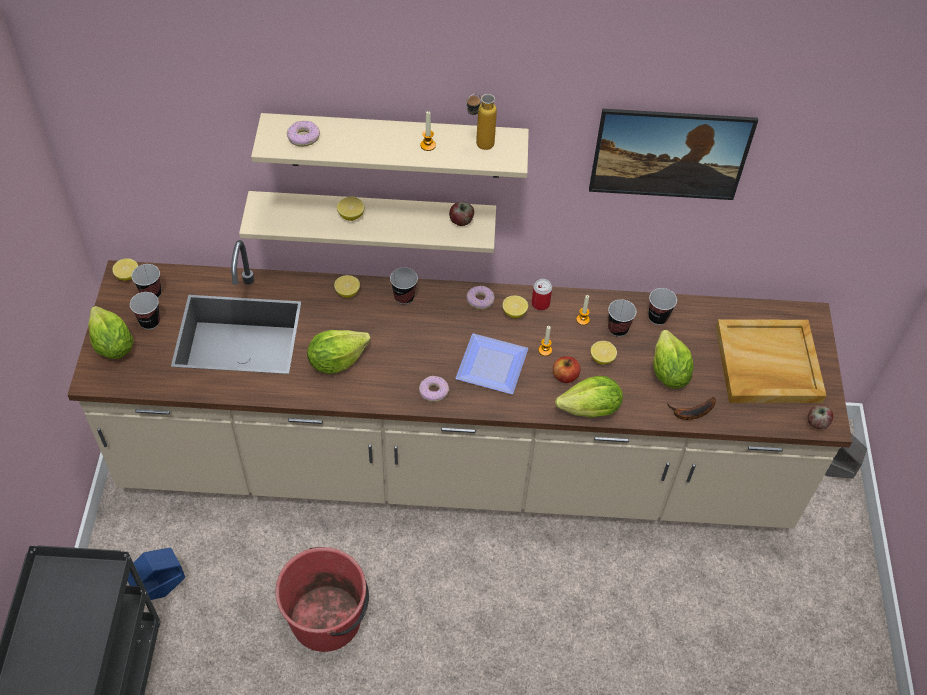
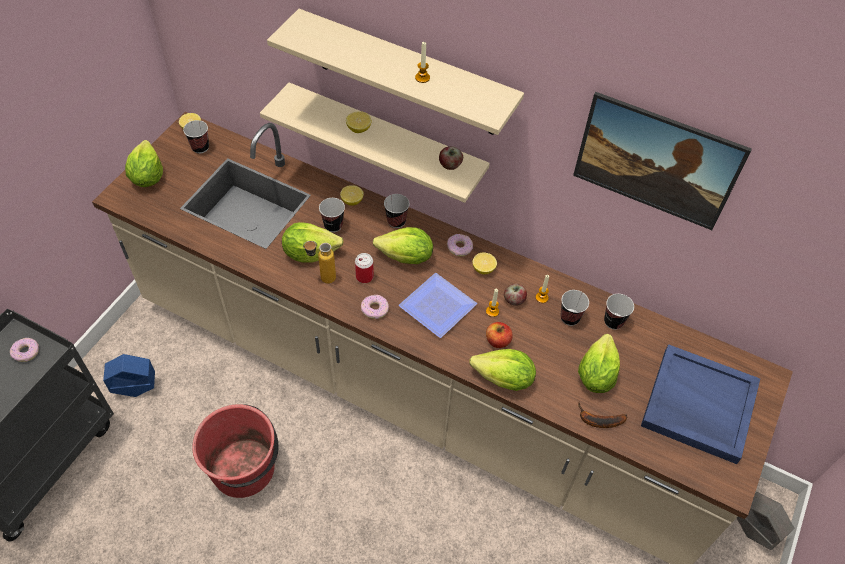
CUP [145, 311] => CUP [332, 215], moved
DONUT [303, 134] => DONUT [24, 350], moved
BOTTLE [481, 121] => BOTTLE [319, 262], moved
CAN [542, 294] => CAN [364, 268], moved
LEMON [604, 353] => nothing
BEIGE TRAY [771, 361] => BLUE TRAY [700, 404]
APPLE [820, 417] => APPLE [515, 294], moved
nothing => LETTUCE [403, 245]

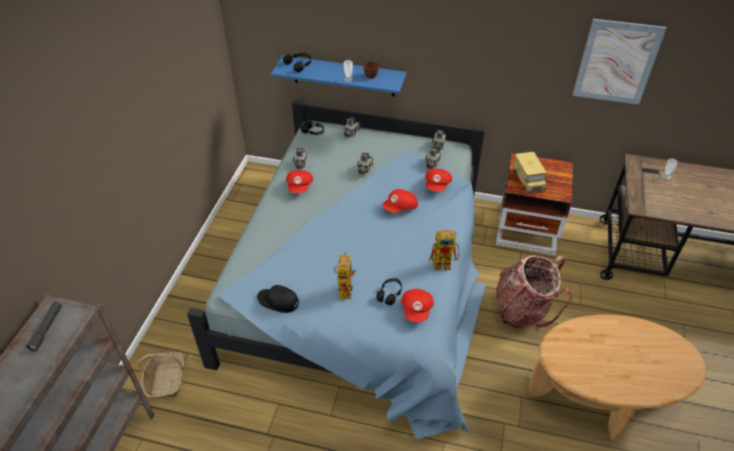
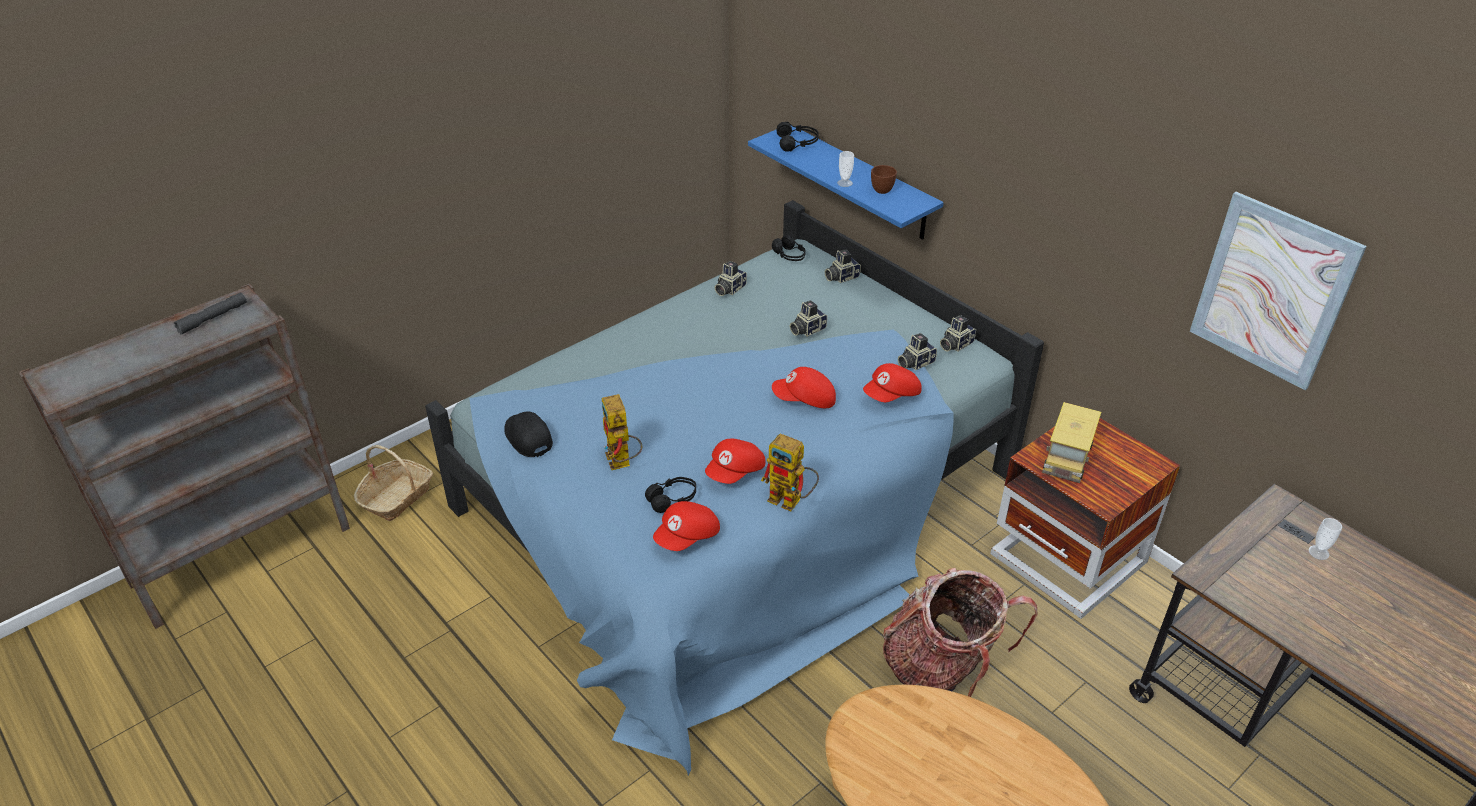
RED CAP [299, 181] => RED CAP [735, 461], moved
TOY ROBOT [345, 275] => TOY ROBOT [622, 432], 120 degrees clockwise

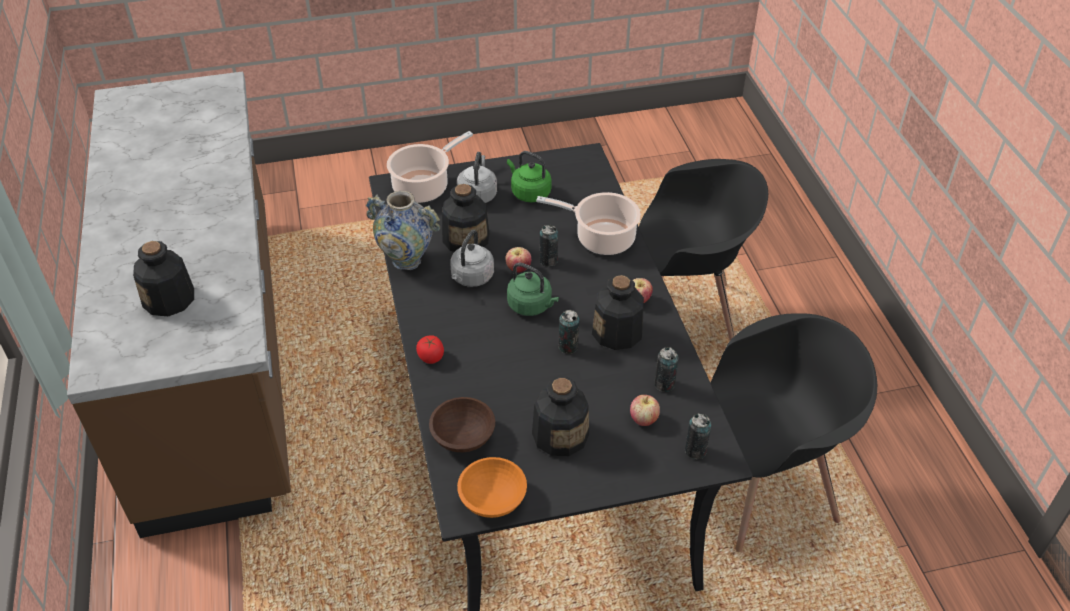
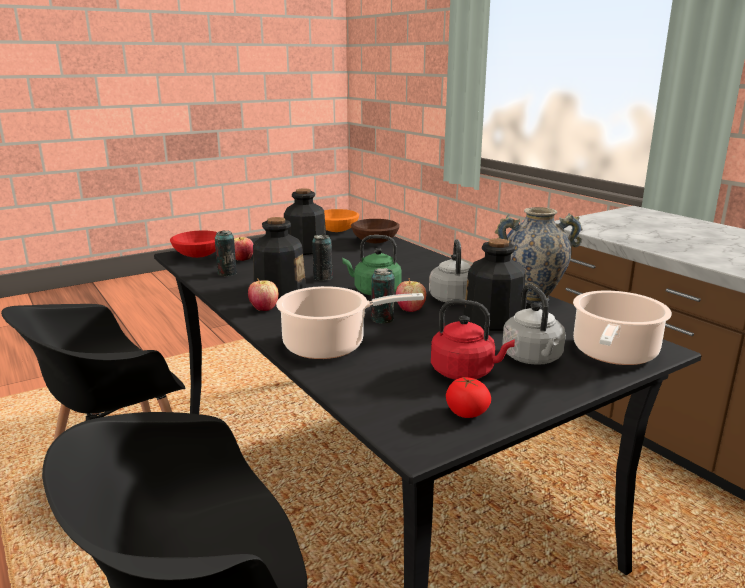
BOTTLE [163, 278] => nothing
TOMATO [430, 349] => TOMATO [468, 397], moved
GREEN KETTLE [529, 176] => RED KETTLE [473, 339]
CAN [698, 436] => RED BOWL [193, 244]

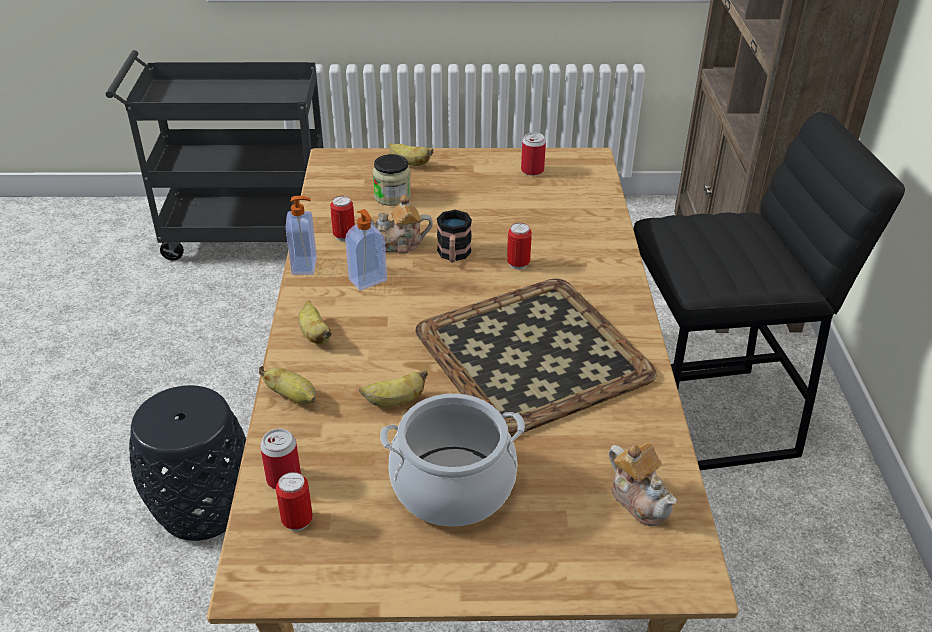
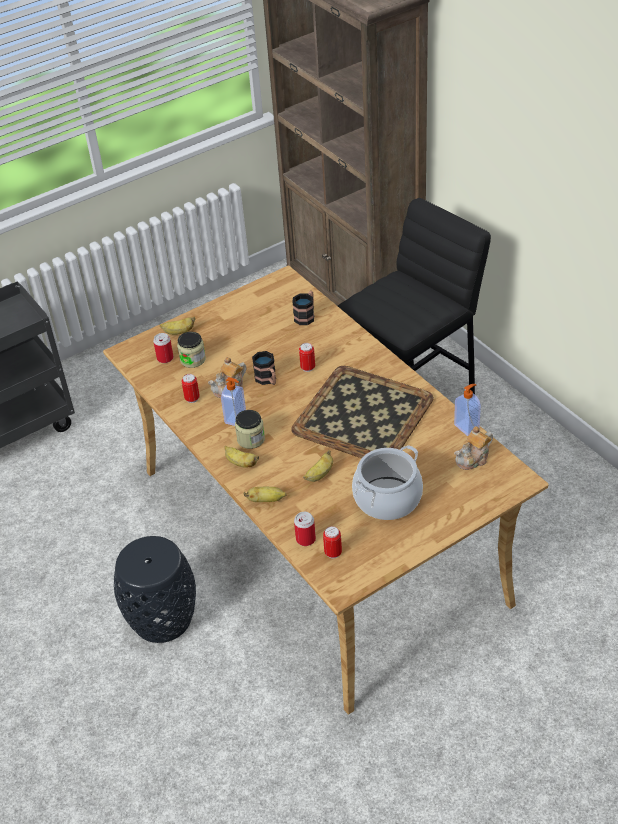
SOAP DISPENSER [301, 235] => SOAP DISPENSER [467, 410], moved
CAN [533, 154] => CAN [163, 348], moved
TEAPOT [643, 484] => TEAPOT [473, 448], 120 degrees clockwise
nothing => JAR [250, 429]
nothing => MUG [303, 308]

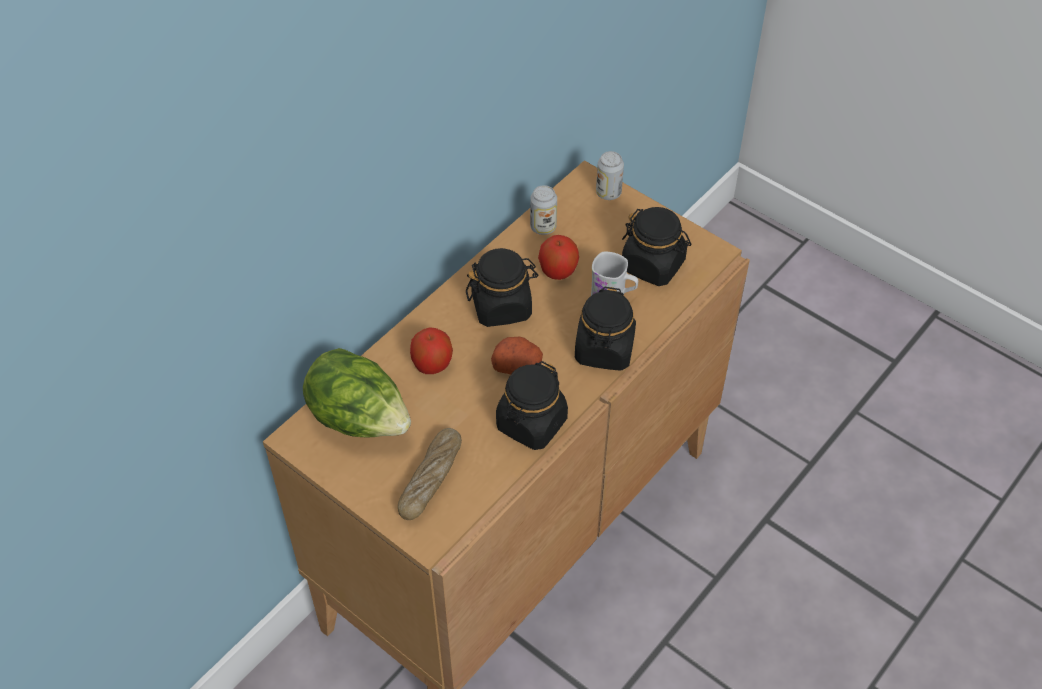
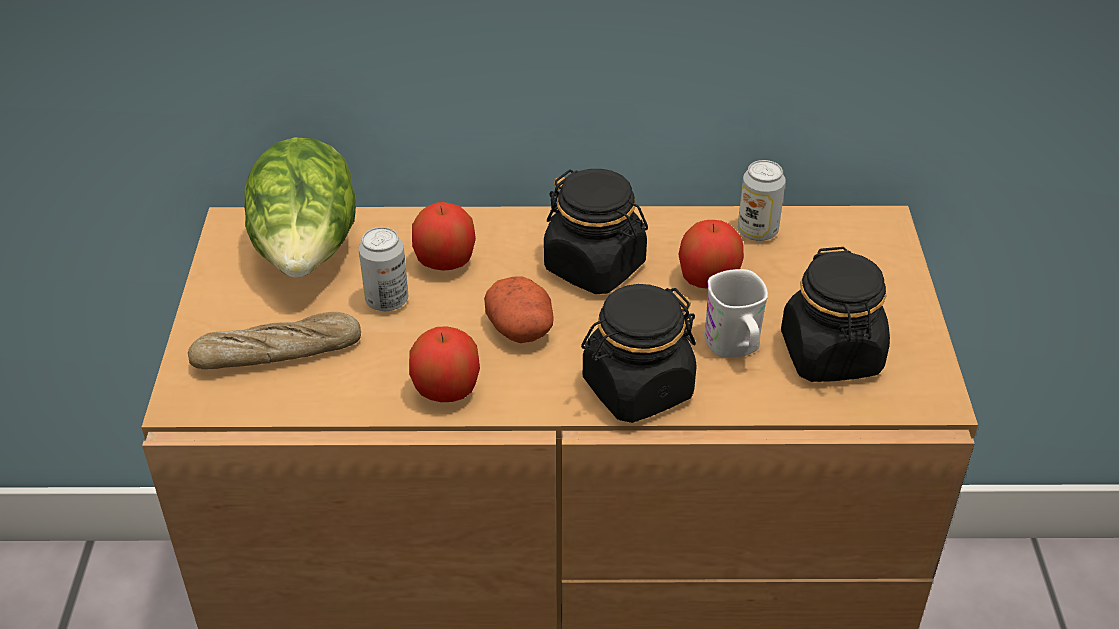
BLACK JAR [532, 405] => APPLE [444, 364]
CAN [610, 175] => CAN [383, 269], moved

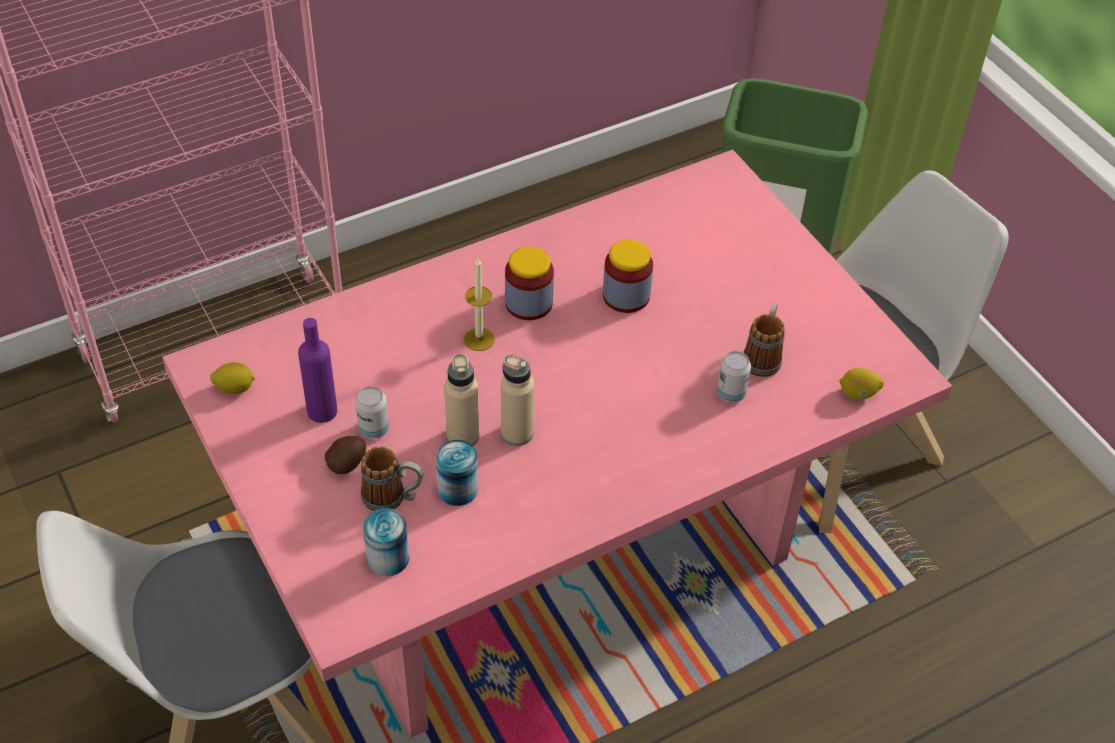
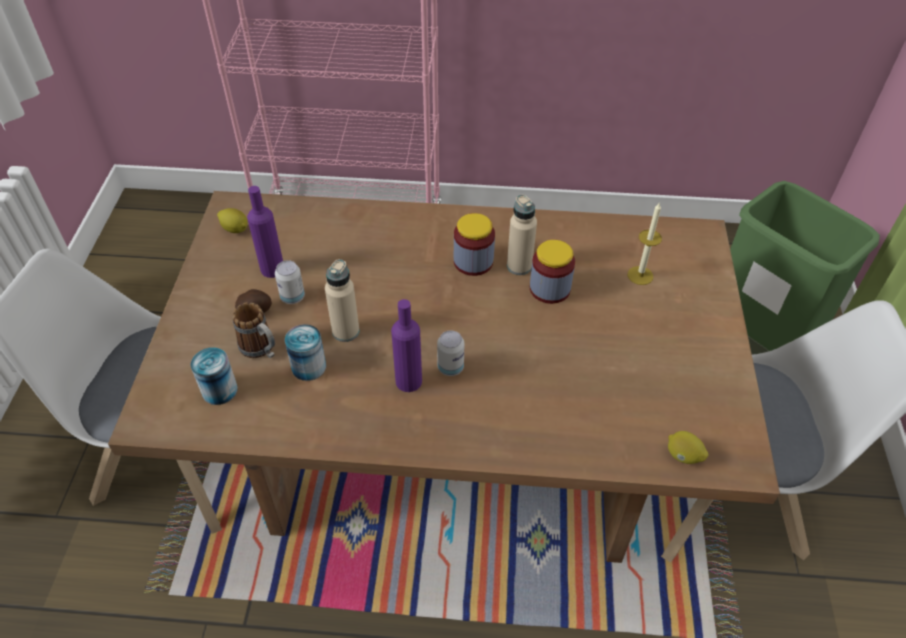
PINK DINING TABLE [557, 444] => BROWN DINING TABLE [444, 377]
CANDLE [479, 304] => CANDLE [645, 243], moved
BEIGE BOTTLE [517, 400] => BEIGE BOTTLE [522, 235], moved
CAN [734, 376] => CAN [450, 353], moved
MUG [764, 340] => nothing
nothing => PURPLE BOTTLE [406, 345]

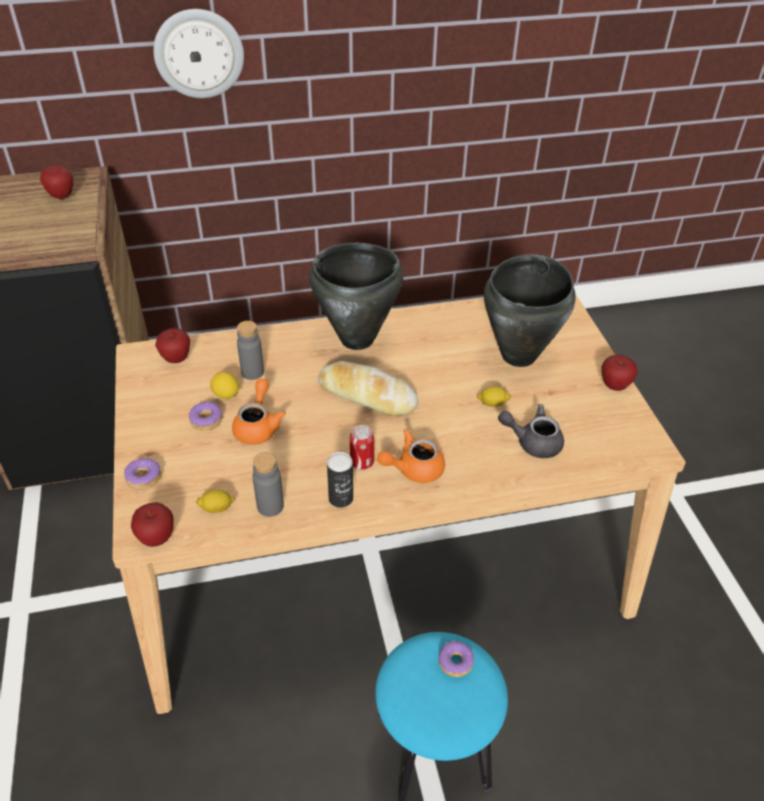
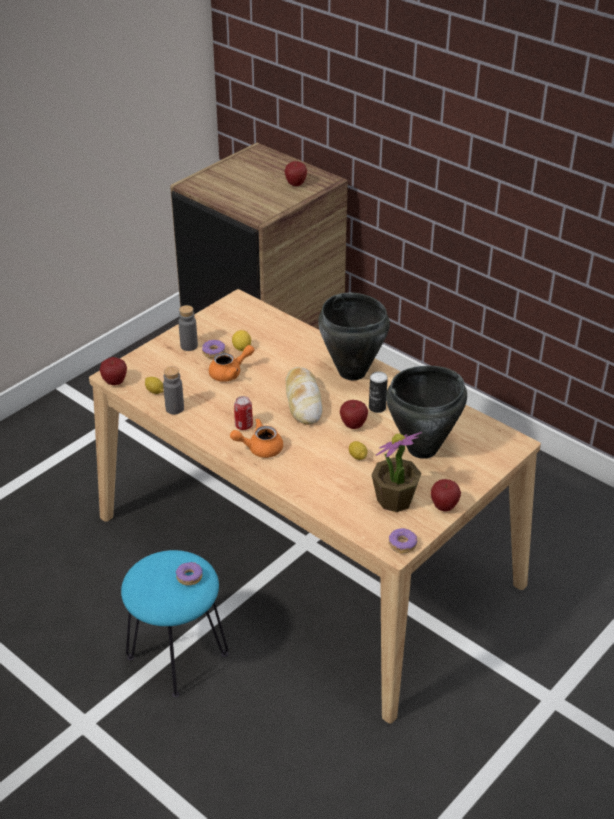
DONUT [142, 473] => DONUT [403, 540], moved
WALL CLOCK [198, 53] => nothing
APPLE [172, 345] => APPLE [354, 414], moved
GREY BOTTLE [250, 350] => GREY BOTTLE [188, 328], moved
CAN [340, 480] => CAN [378, 392], moved
ORANGE TEAPOT [411, 456] => ORANGE TEAPOT [256, 438], 45 degrees counterclockwise
GREY TEAPOT [531, 431] => nothing
nothing => POTTED PLANT [397, 472]

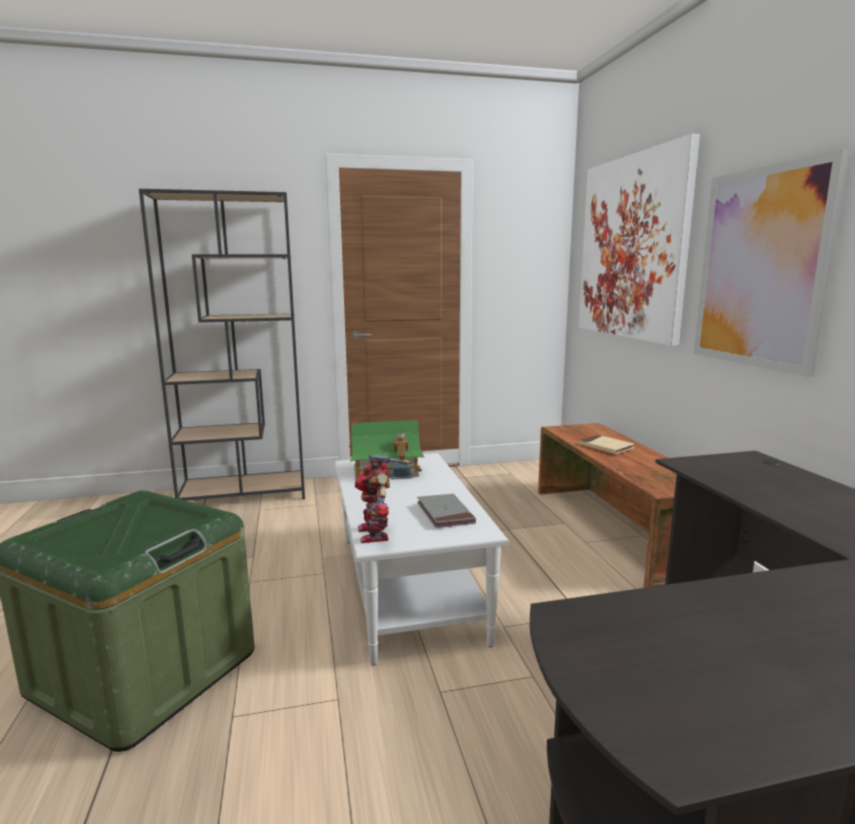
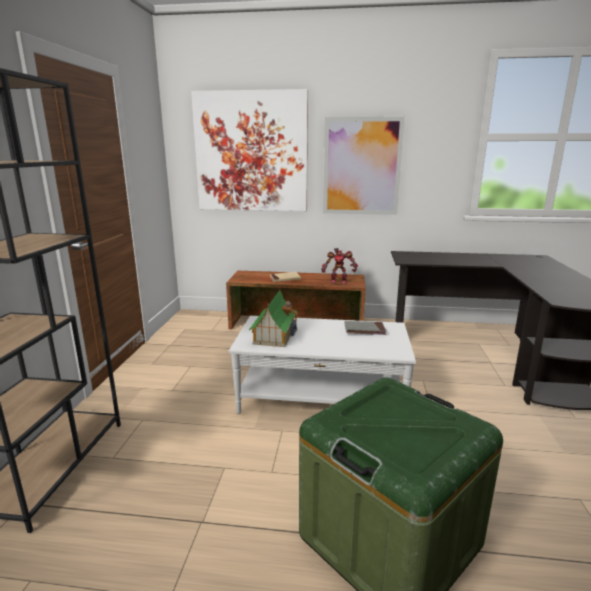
TOY ROBOT [382, 499] => TOY ROBOT [339, 266], moved

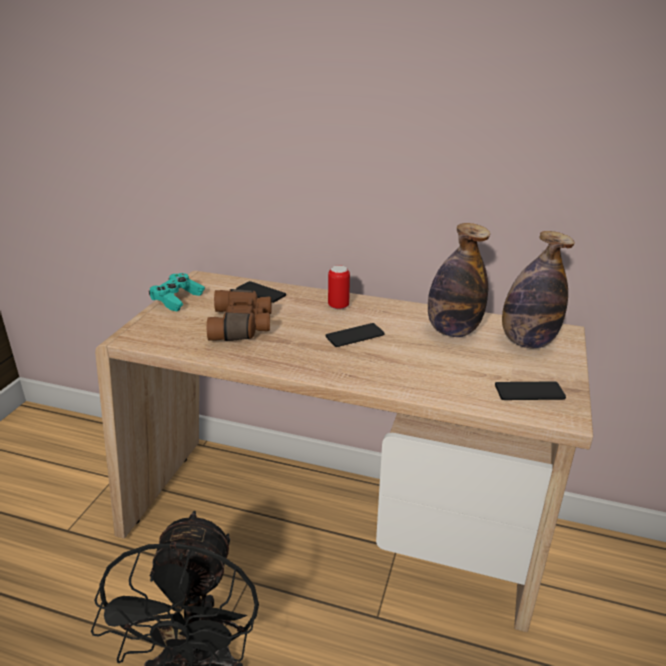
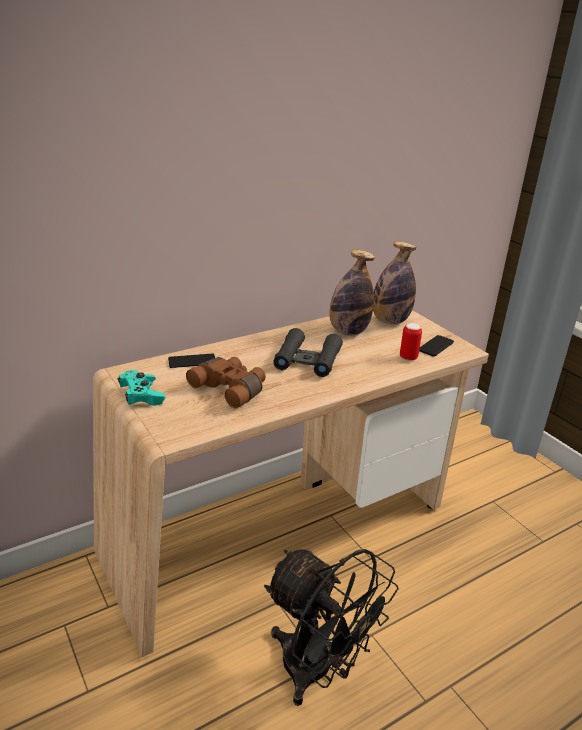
PHONE [355, 335] => BLACK BINOCULARS [308, 352]
CAN [339, 287] => CAN [411, 342], moved

